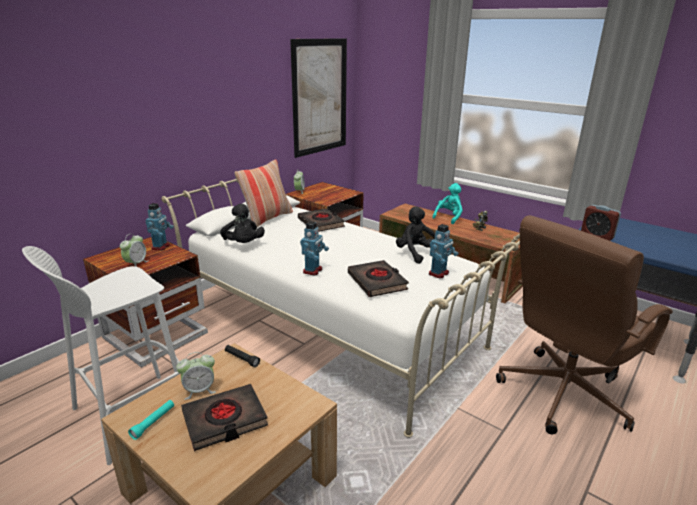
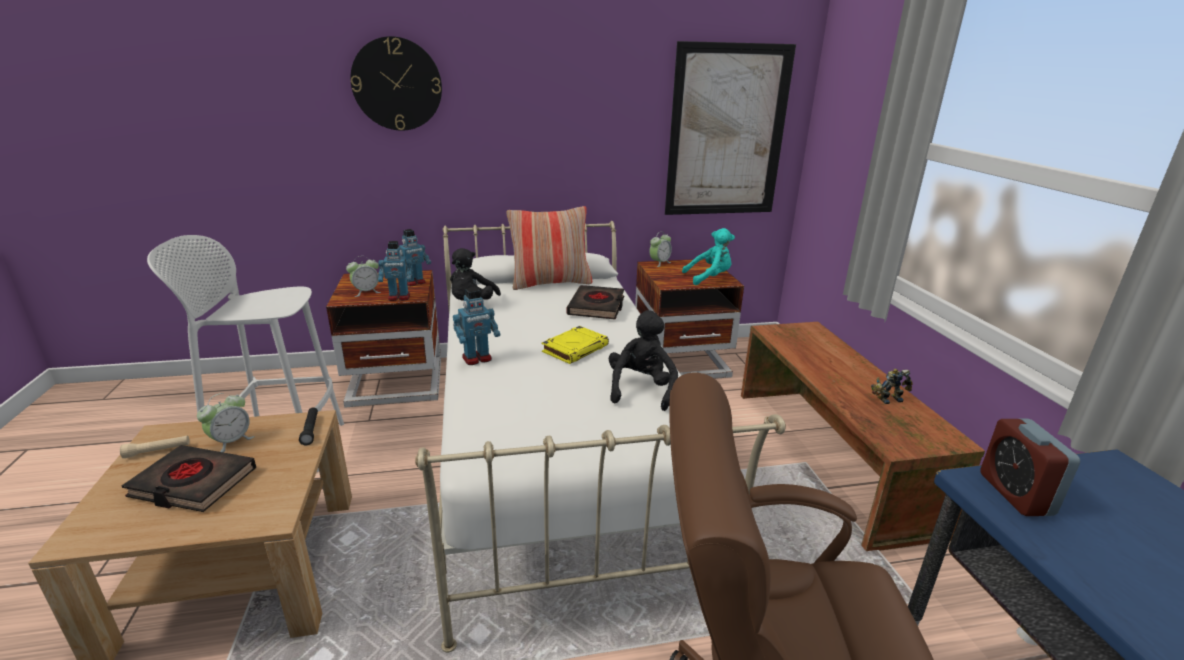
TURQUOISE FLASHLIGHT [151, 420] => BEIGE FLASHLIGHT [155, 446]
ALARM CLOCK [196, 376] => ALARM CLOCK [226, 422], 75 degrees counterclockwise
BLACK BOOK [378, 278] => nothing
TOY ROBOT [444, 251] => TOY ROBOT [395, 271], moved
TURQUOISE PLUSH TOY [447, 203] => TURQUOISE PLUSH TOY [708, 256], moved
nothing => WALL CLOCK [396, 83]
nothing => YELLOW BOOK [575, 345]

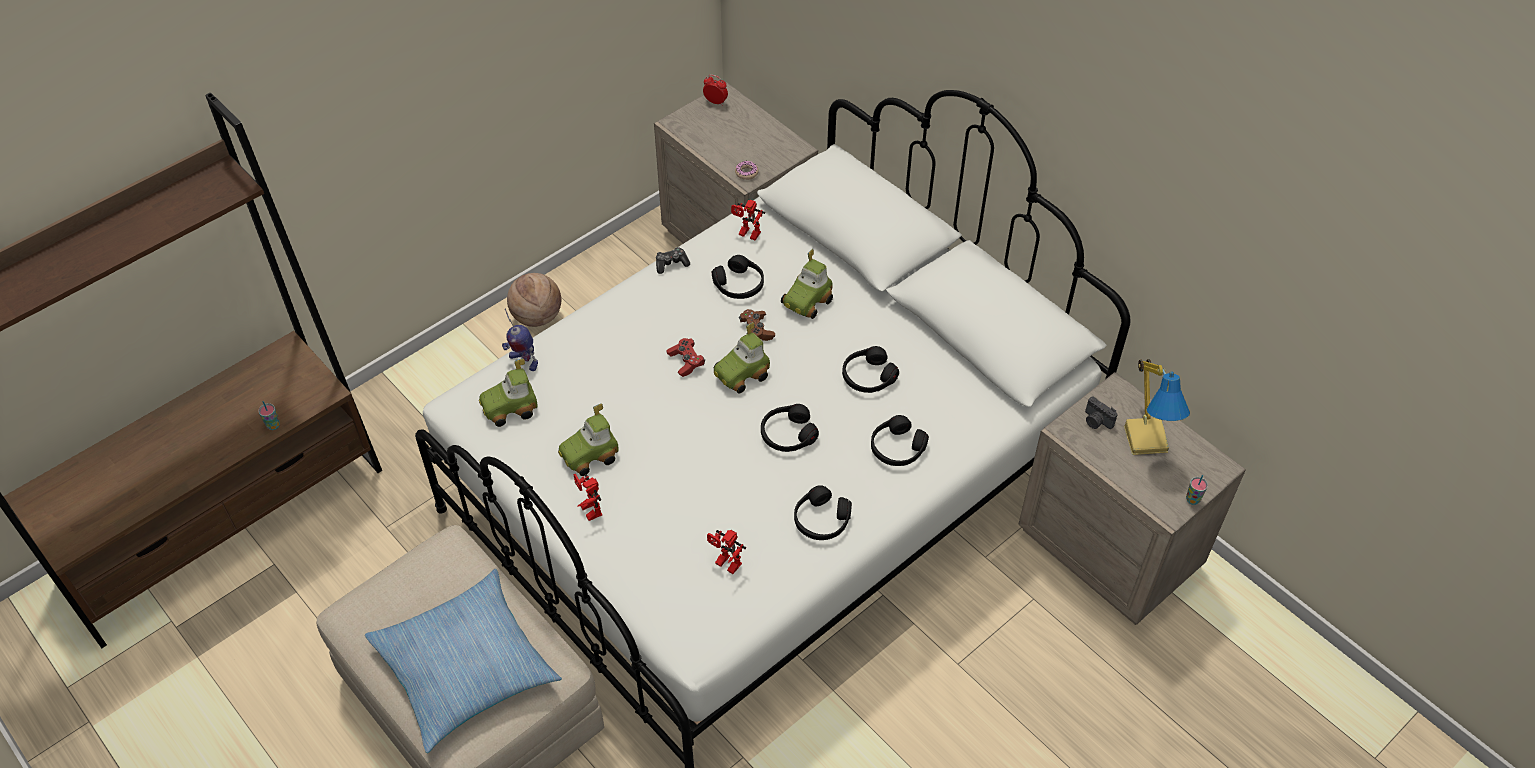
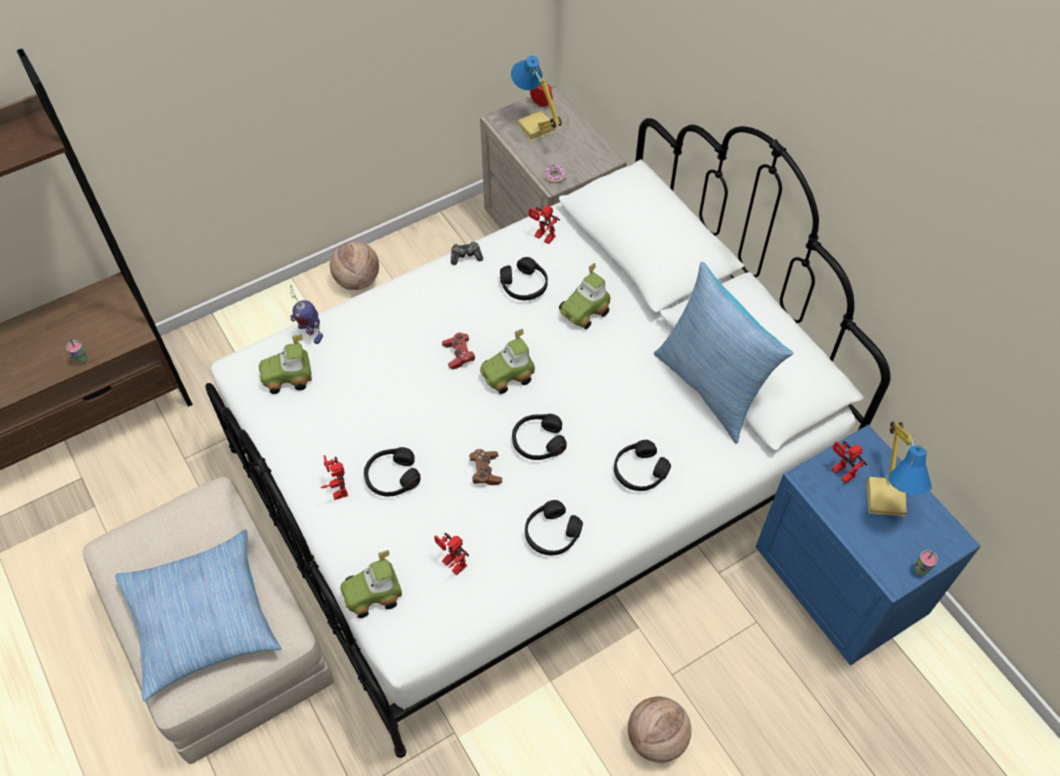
TOY CAR [588, 439] => TOY CAR [371, 584], moved
BROWN GAME CONTROLLER [757, 325] => BROWN GAME CONTROLLER [485, 467], moved
BLACK HEADPHONES [870, 369] => BLACK HEADPHONES [392, 472], moved
BEIGE NIGHTSTAND [1132, 498] => BLUE NIGHTSTAND [868, 545]
PHOTO CAMERA [1101, 412] => TOY ROBOT [849, 462]
nothing => TABLE LAMP [536, 98]
nothing => BASKETBALL [659, 729]
nothing => PILLOW [723, 353]

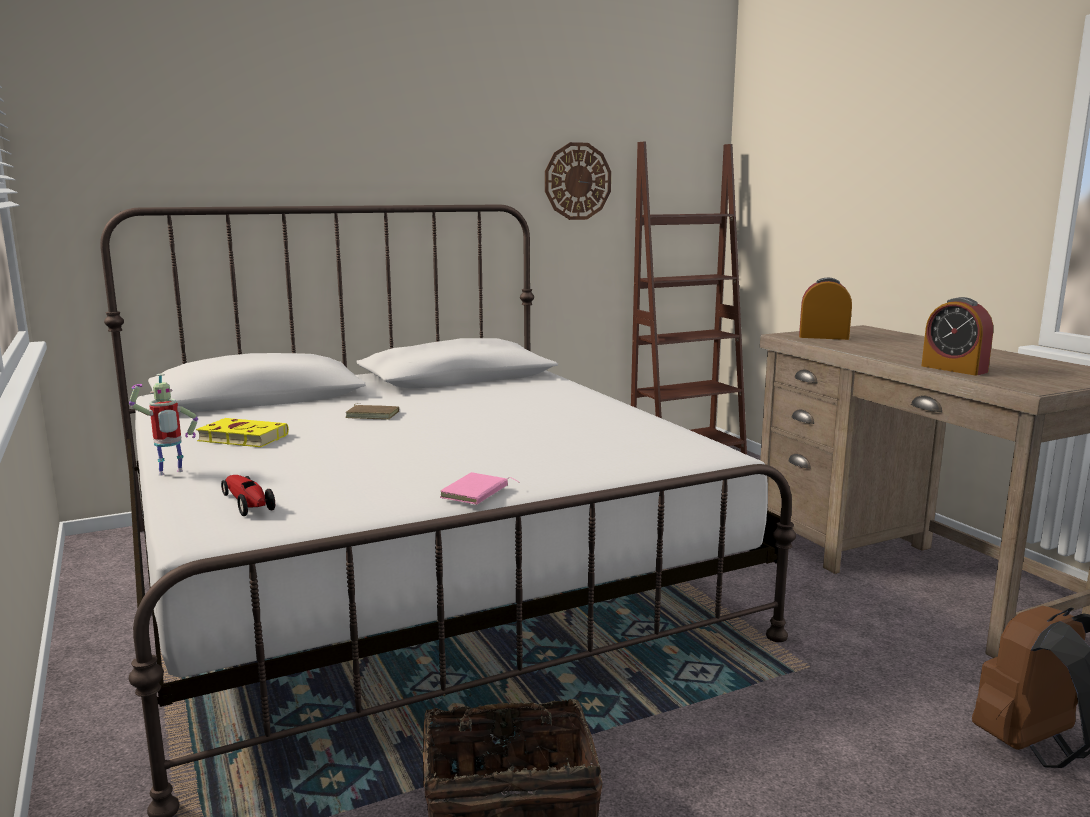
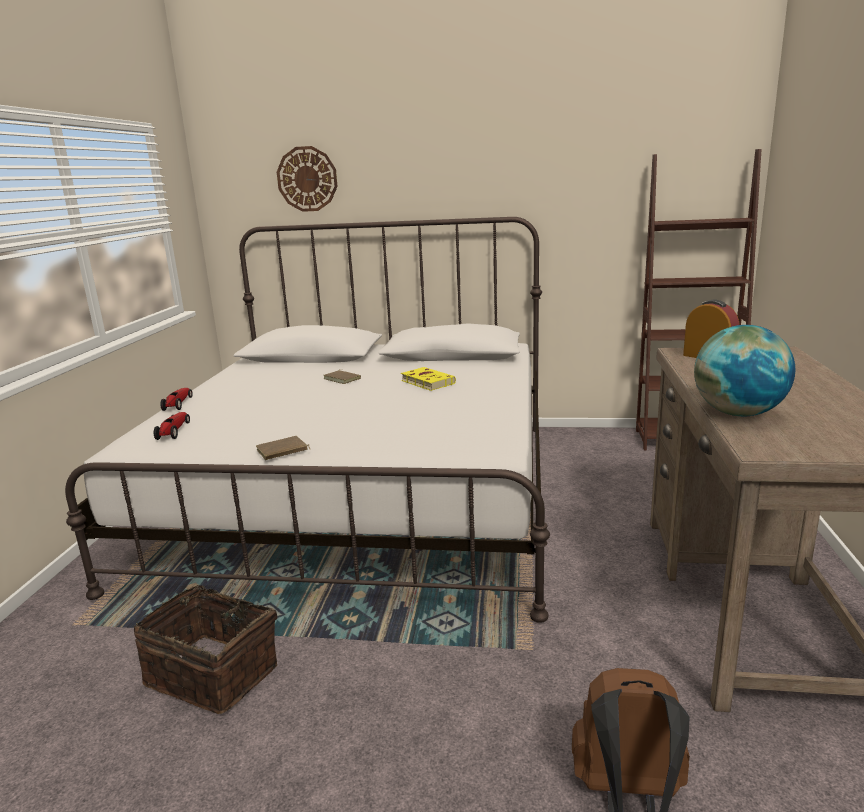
TOY ROBOT [163, 424] => TOY CAR [176, 399]
YELLOW BOOK [242, 432] => YELLOW BOOK [428, 379], moved
PINK BOOK [480, 488] => BROWN BOOK [283, 448]
WALL CLOCK [578, 181] => WALL CLOCK [307, 179], moved
ALARM CLOCK [957, 336] => GLOBE [744, 370]

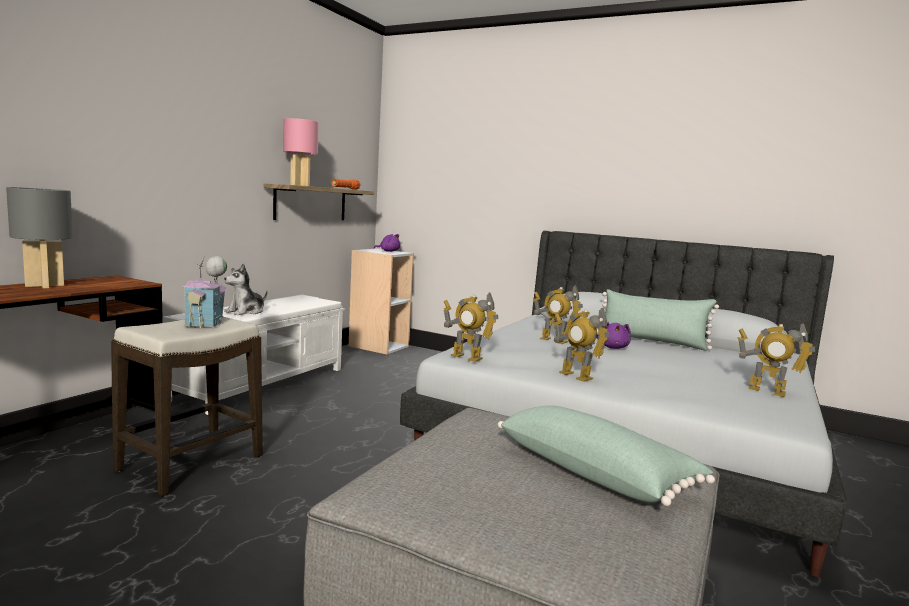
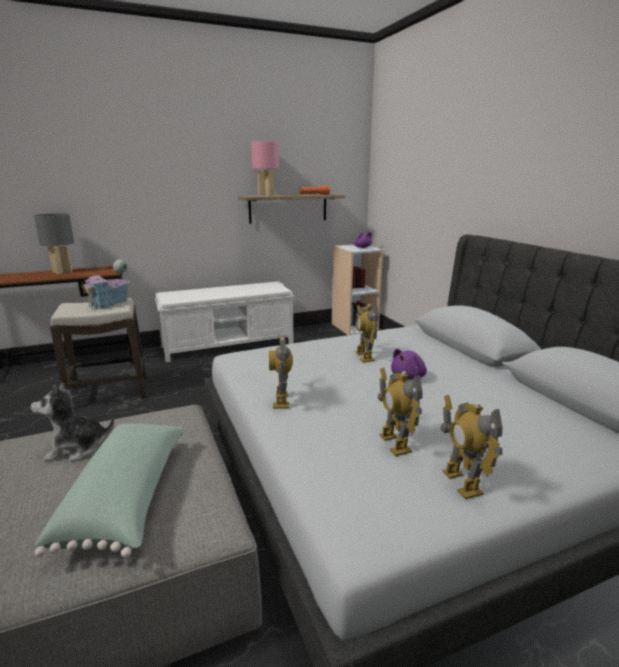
PLUSH TOY [246, 289] => PLUSH TOY [72, 422], moved
TOY ROBOT [470, 327] => TOY ROBOT [400, 412], moved
GREEN PILLOW [658, 320] => nothing

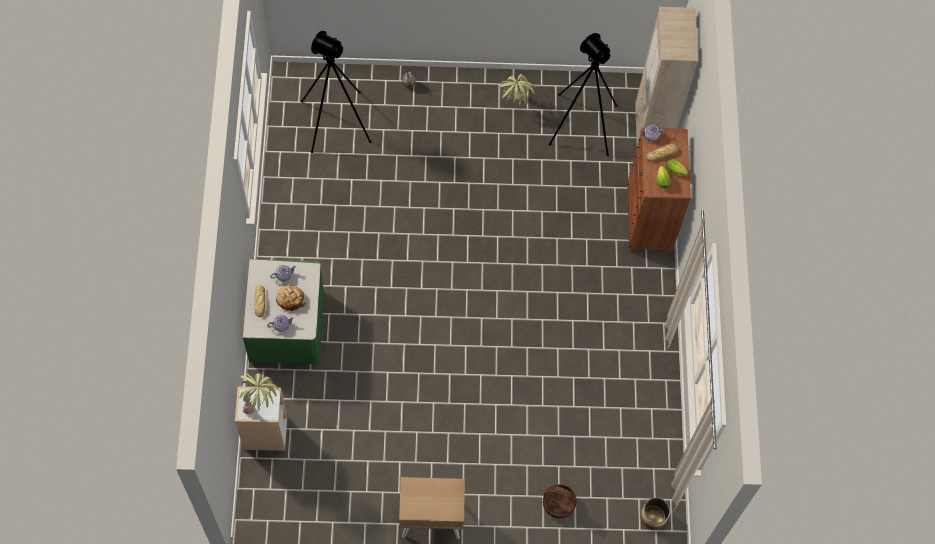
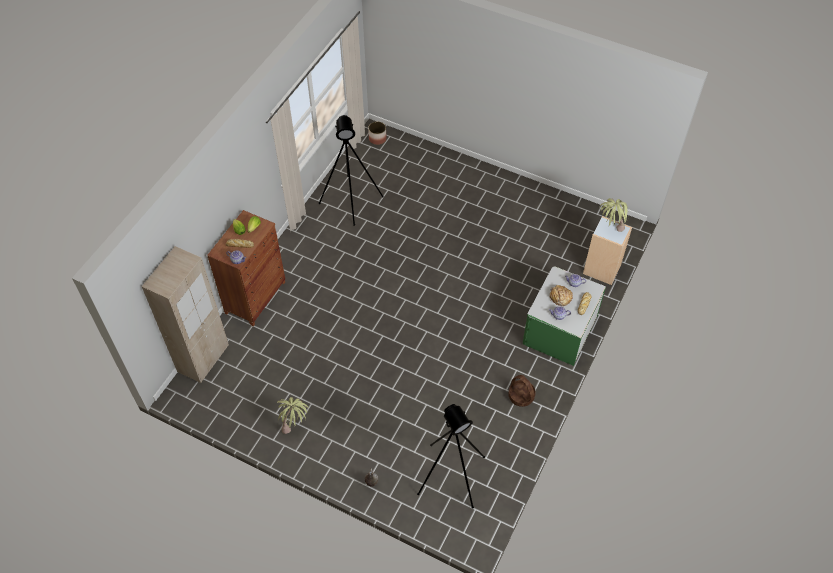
BEIGE NIGHTSTAND [432, 508] => nothing
BASKET [560, 501] => BASKET [522, 391], moved
BLACK FLOOR LAMP [583, 94] => BLACK FLOOR LAMP [351, 170], moved

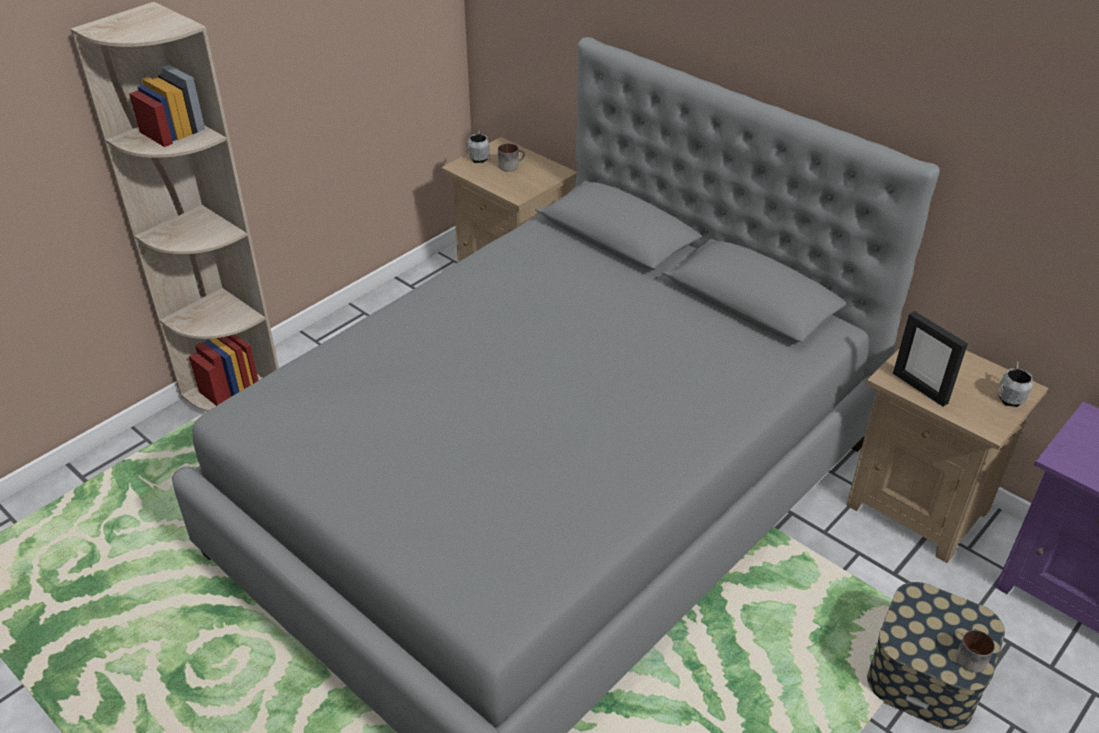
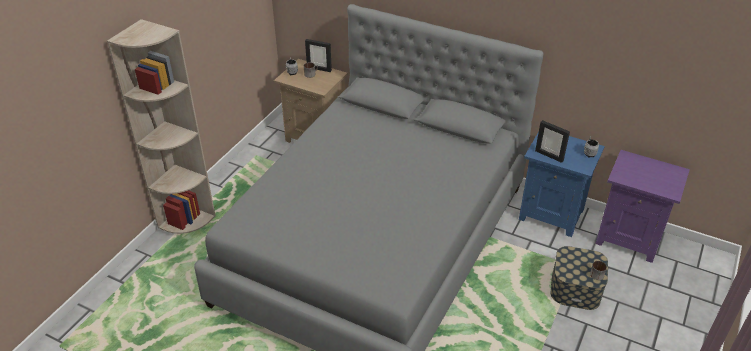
BEIGE NIGHTSTAND [948, 455] => BLUE NIGHTSTAND [562, 184]
nothing => PICTURE FRAME [318, 55]

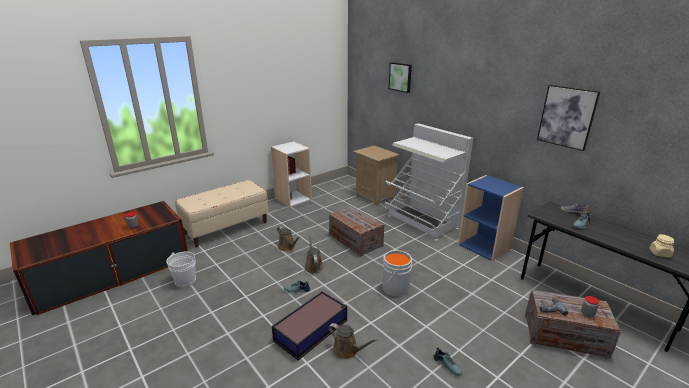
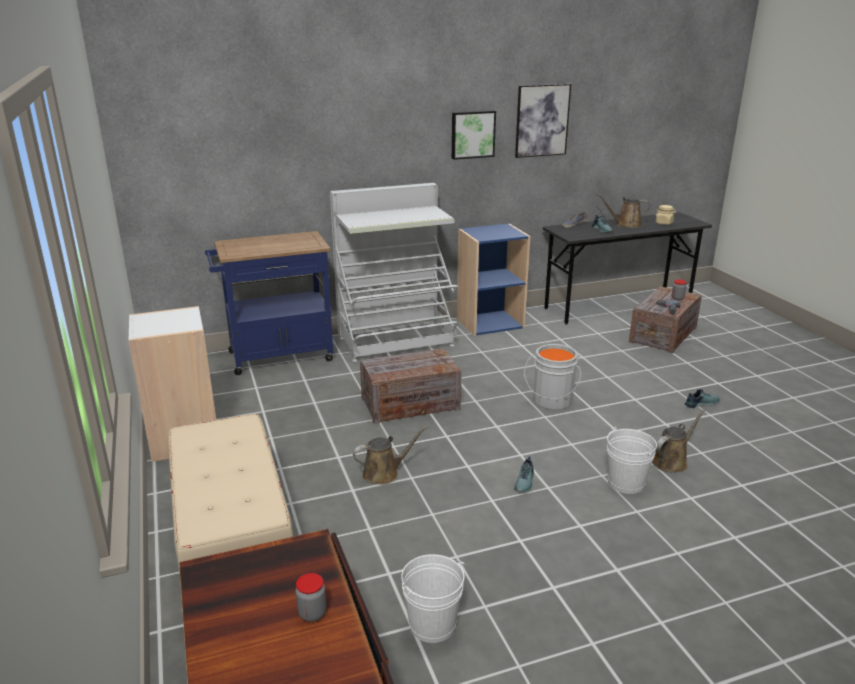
STORAGE BOX [309, 326] => WHITE BUCKET [632, 460]
BROWN WATERING CAN [314, 254] => BROWN WATERING CAN [623, 210], moved
BEIGE NIGHTSTAND [376, 176] => BLUE CART [269, 303]
PICTURE [400, 77] => PICTURE [474, 135], moved

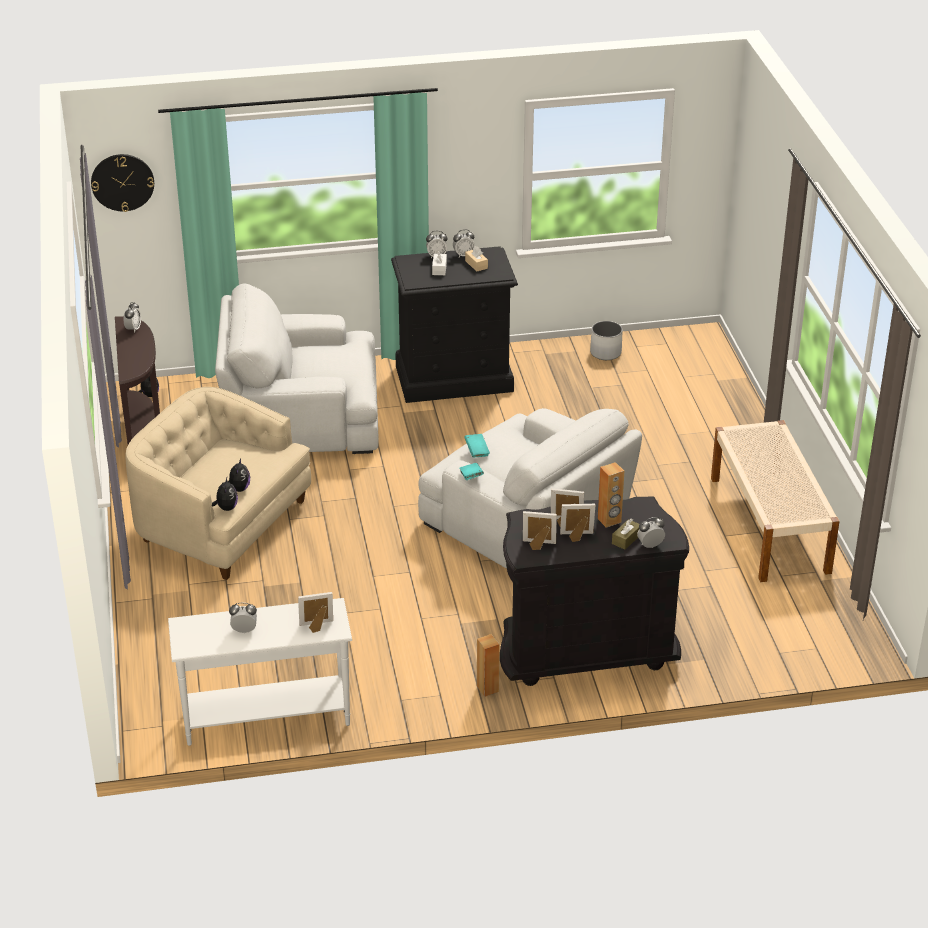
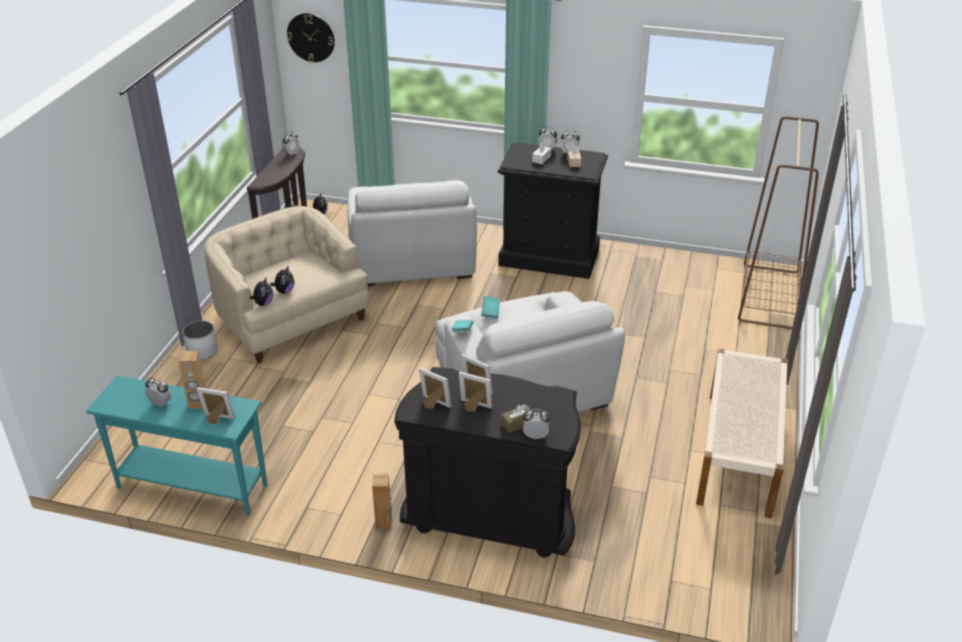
WHITE CONSOLE TABLE [260, 672] => TURQUOISE CONSOLE TABLE [176, 446]
WHITE ARMCHAIR [296, 369] => WHITE ARMCHAIR [412, 233], 120 degrees counterclockwise
WHITE PLANTER [606, 340] => WHITE PLANTER [200, 340], moved
BROWN SPEAKER [611, 495] => BROWN SPEAKER [192, 380], moved
nothing => BROWN CLOTHES RACK [778, 222]

